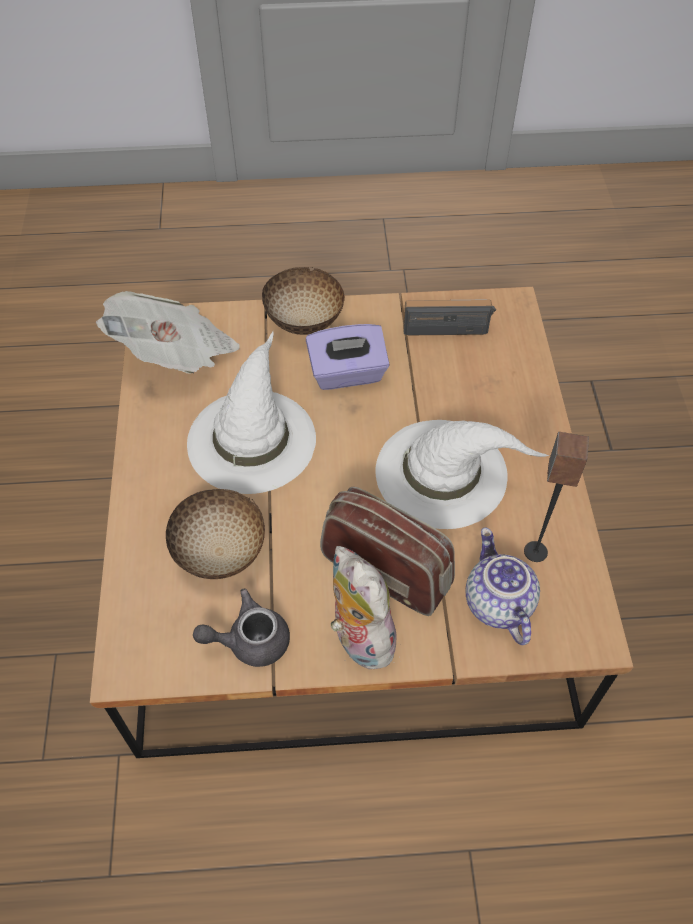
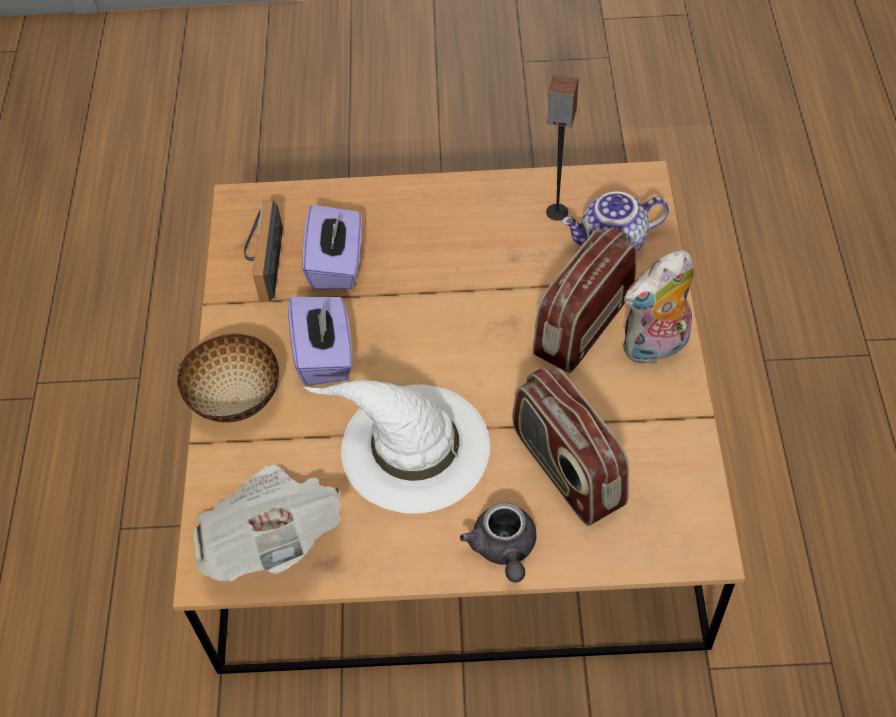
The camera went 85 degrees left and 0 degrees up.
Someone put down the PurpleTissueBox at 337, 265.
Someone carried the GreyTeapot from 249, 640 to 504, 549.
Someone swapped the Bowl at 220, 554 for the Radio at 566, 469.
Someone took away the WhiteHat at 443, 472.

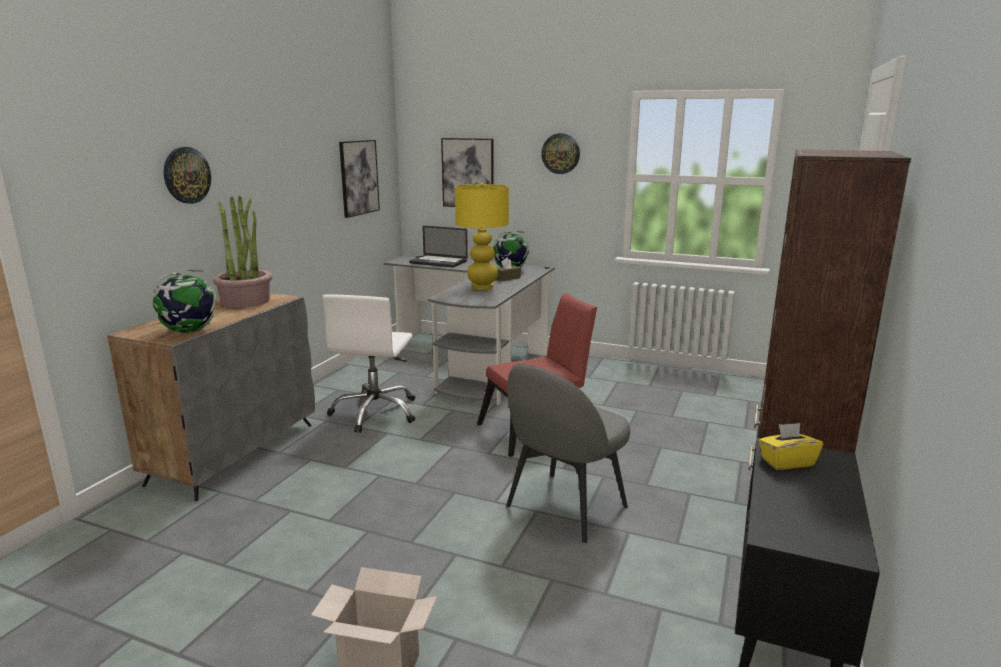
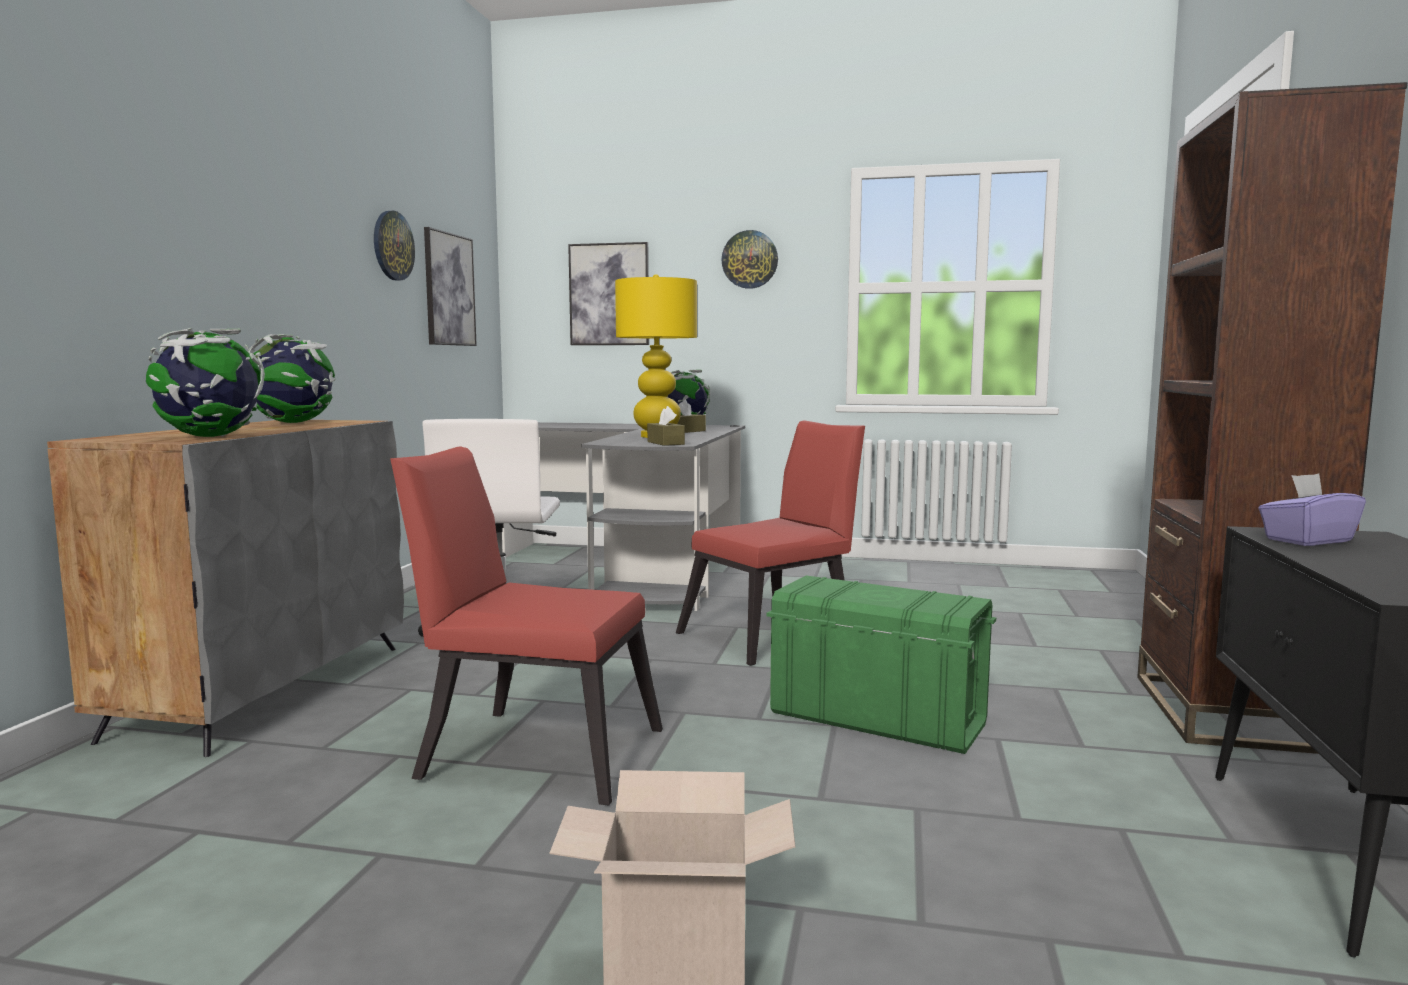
The camera went 10 degrees left and 10 degrees down.
Someone swapped the PottedPlant at 246, 301 for the Globe at 293, 423.
Someone carried the WallClock from 186, 175 to 392, 245.
Someone put down the RedChair at 531, 751.
Someone put down the BrownTissueBox at 665, 443.
Someone swapped the GreyChair at 564, 508 for the GreenStorageBox at 876, 718.
Someone repainted the YellowTissueBox at 786, 462, which became the PurpleTissueBox at 1307, 540.
Someone took away the Laptop at 438, 262.

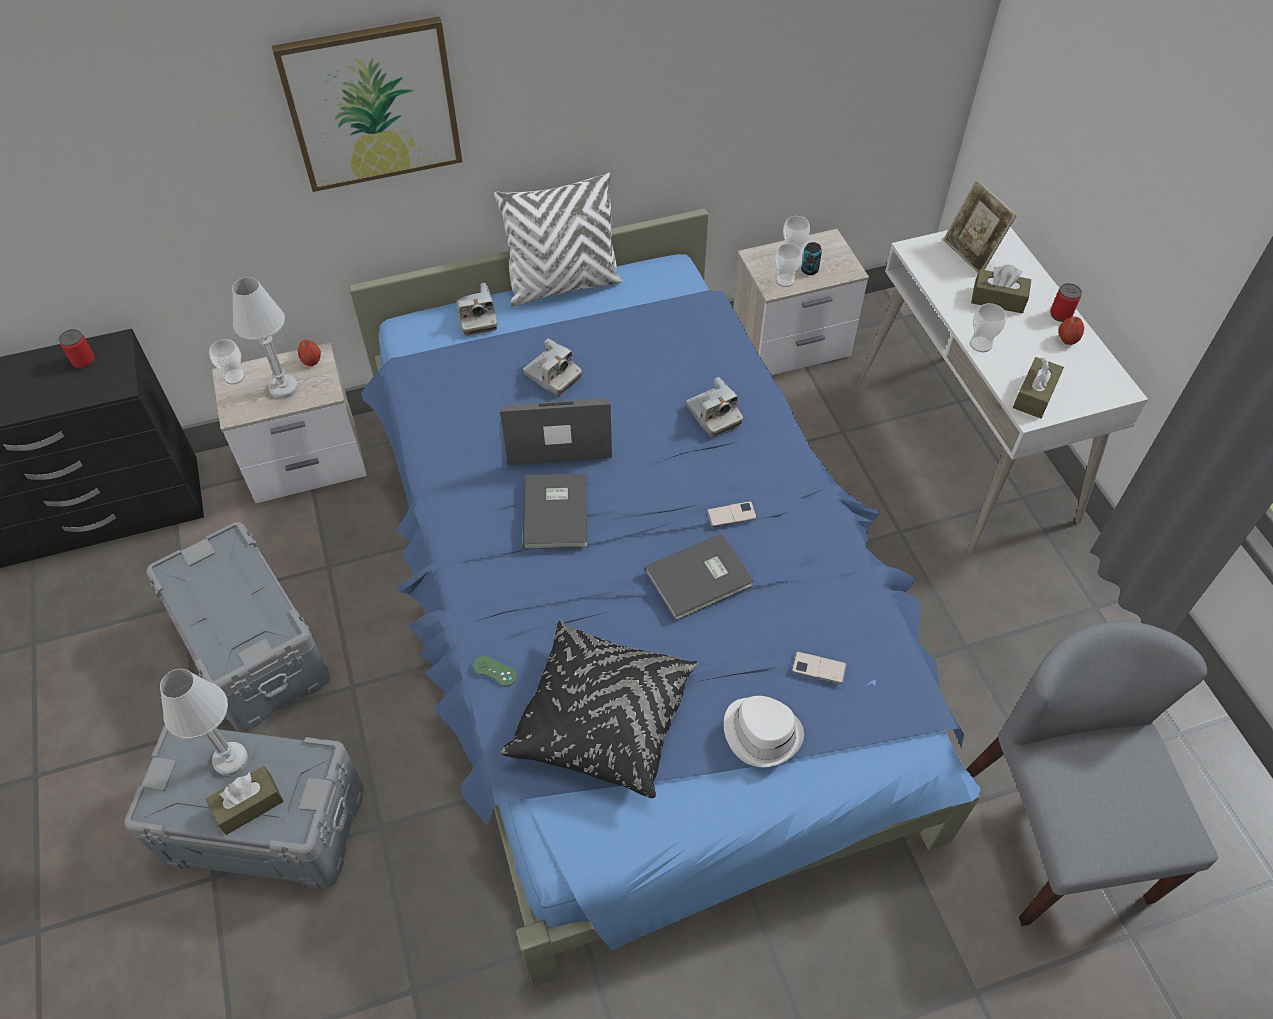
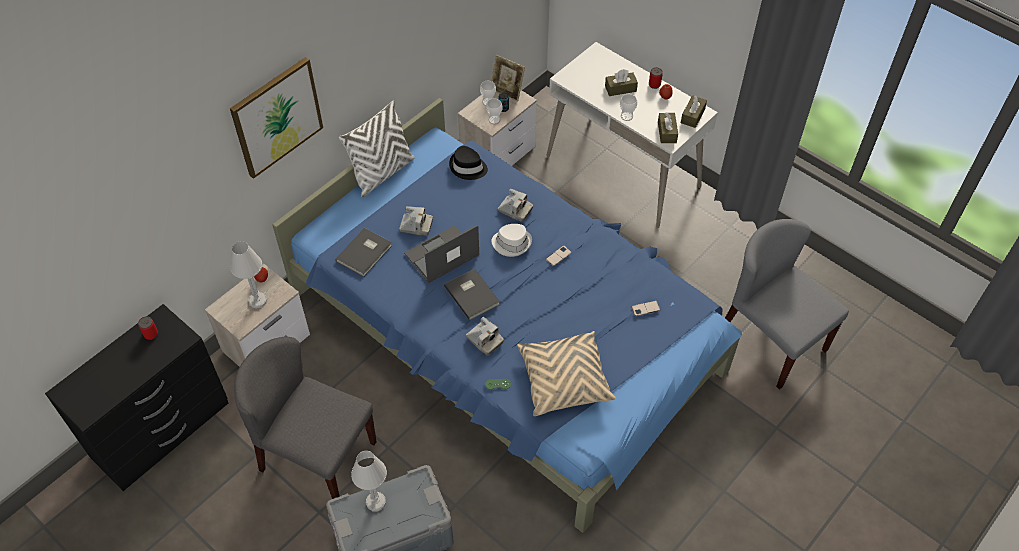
The camera went 30 degrees left and 0 degrees up.
Someone swapped the GreyStorageBox at 254, 648 for the GreyChair at 317, 456.
Someone carried the GreyBook from 701, 579 to 365, 253.
Someone put down the BlackHat at 468, 167.
Someone carried the PhotoCamera from 477, 318 to 484, 340.
Someone carried the PictureFrame from 970, 254 to 507, 92.
Someone carried the WhiteHat from 762, 732 to 512, 243.
Someone repainted the BlackPillow at 602, 719, which became the BeigePillow at 564, 380.
Someone carried the BrownTissueBox from 248, 805 to 692, 116.
Someone took away the Cup at 234, 377.

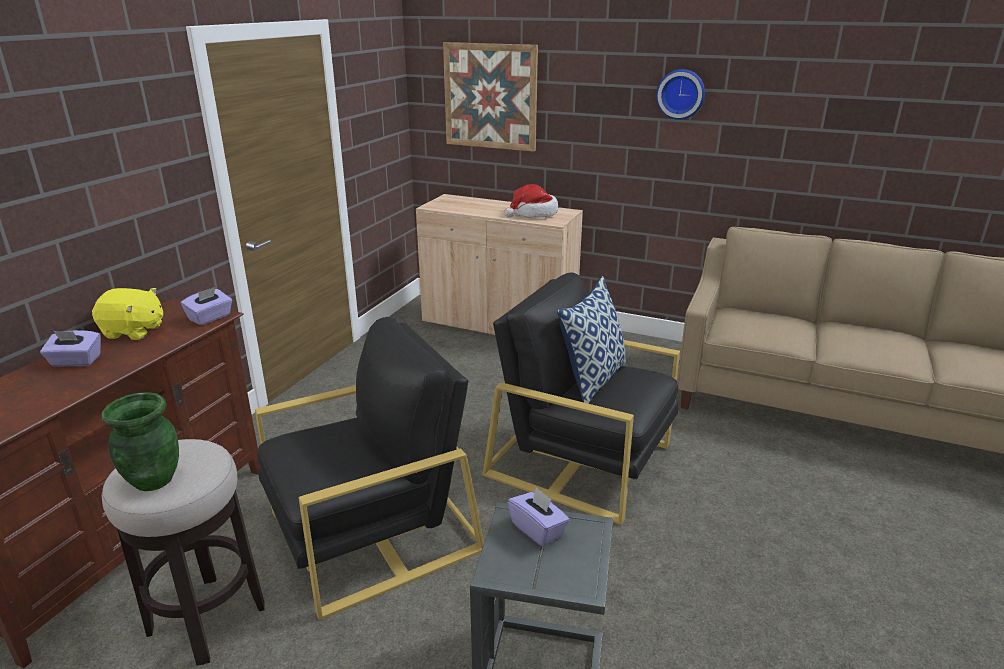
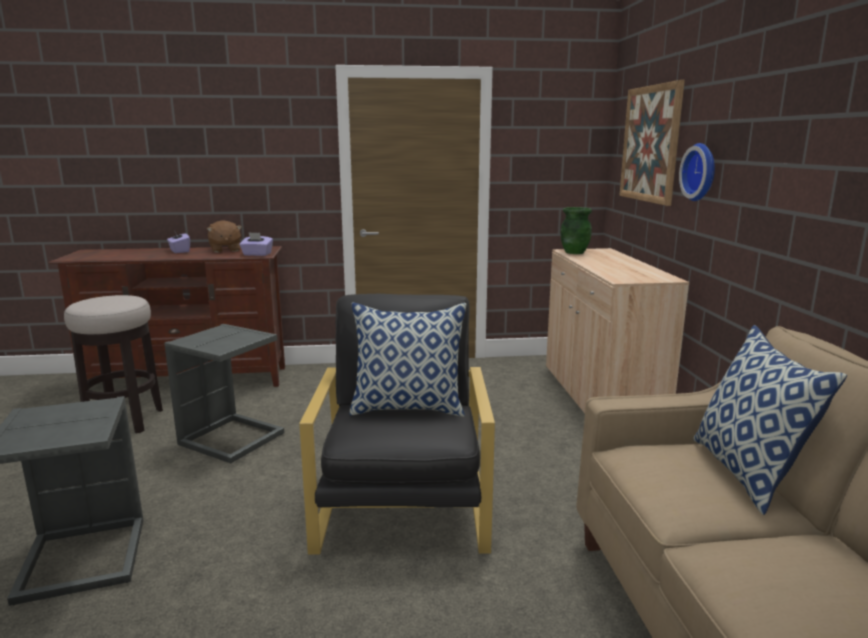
The camera went 60 degrees right and 10 degrees down.
Someone swapped the BlackArmchair at 372, 531 for the GreySideTable at 232, 440.
Someone repainted the YellowPlushToy at 134, 331, which became the BrownPlushToy at 225, 250.
Someone carried the GreenVase from 153, 480 to 574, 252.
Someone carried the WallClock from 681, 94 to 701, 172.
Someone put down the Pillow at 748, 473.
Someone took away the Hat at 533, 214.
Someone took away the PurpleTissueBox at 538, 529.

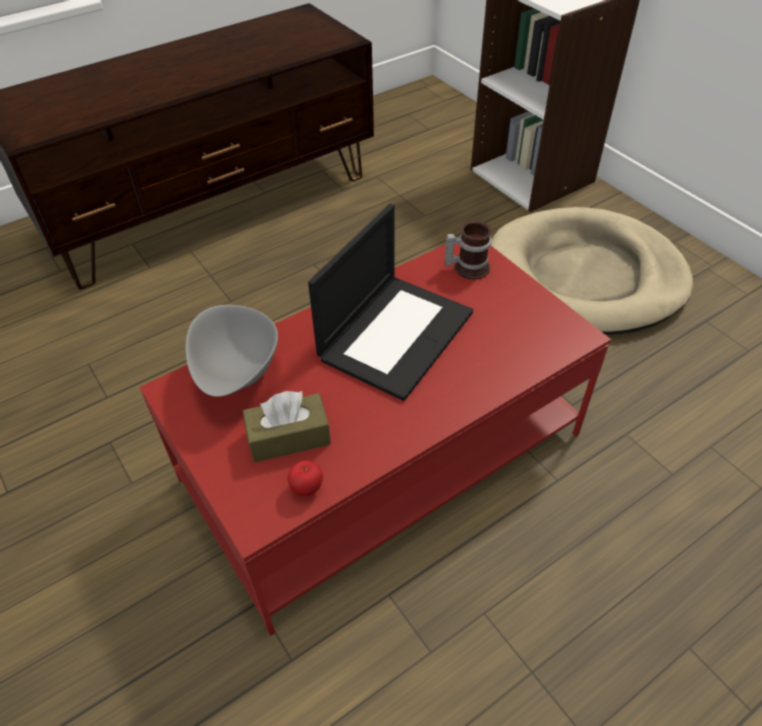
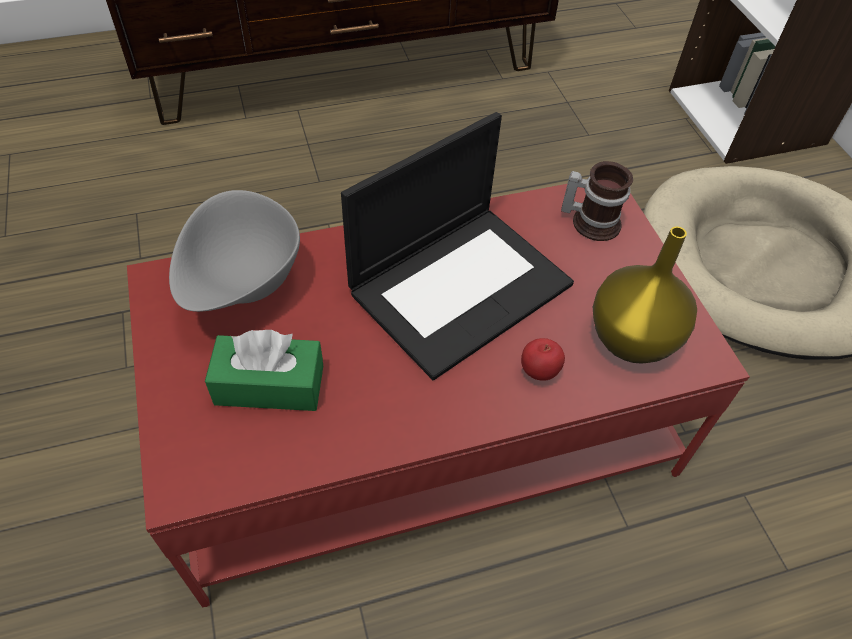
The camera went 15 degrees right and 5 degrees up.
Someone repainted the BrownTissueBox at 289, 437, which became the GreenTissueBox at 269, 385.
Someone carried the Apple from 307, 488 to 538, 372.
Someone put down the YellowVase at 629, 339.

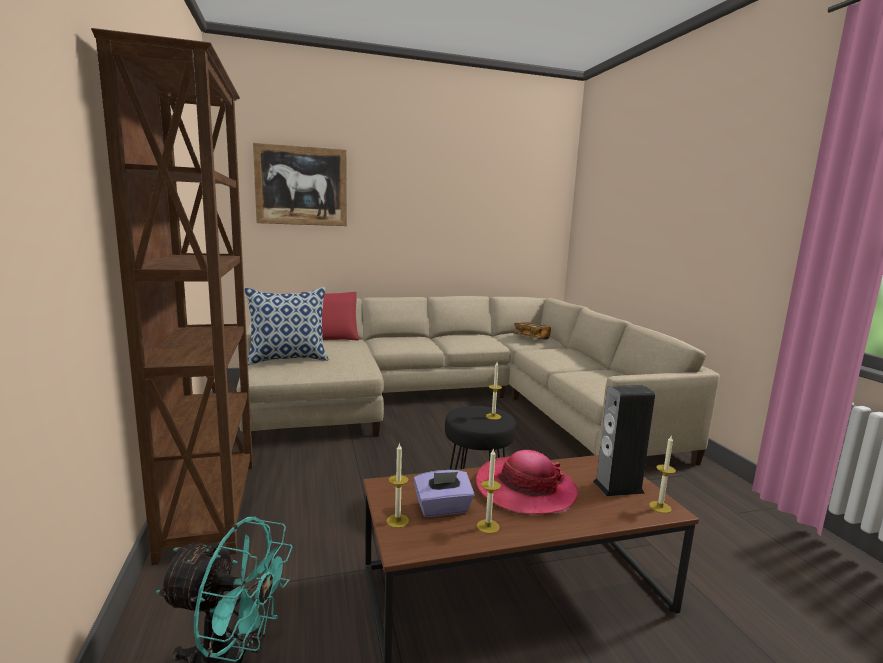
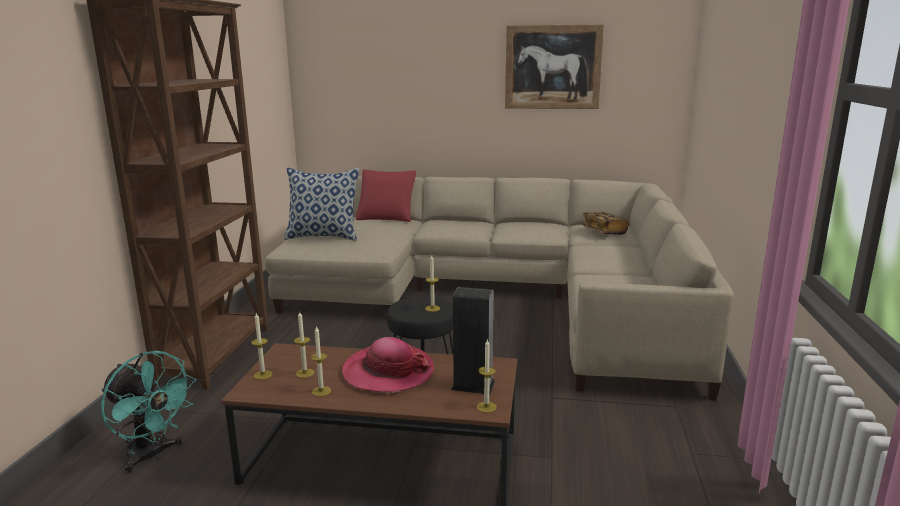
The camera went 25 degrees right and 5 degrees up.
Someone swapped the PurpleTissueBox at 443, 508 for the Candle at 305, 373.
Someone carried the Picture from 301, 186 to 552, 67.

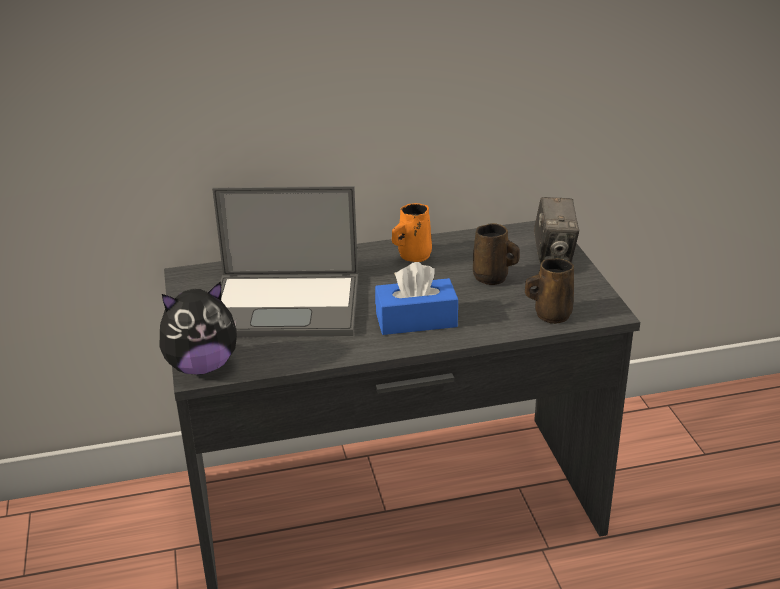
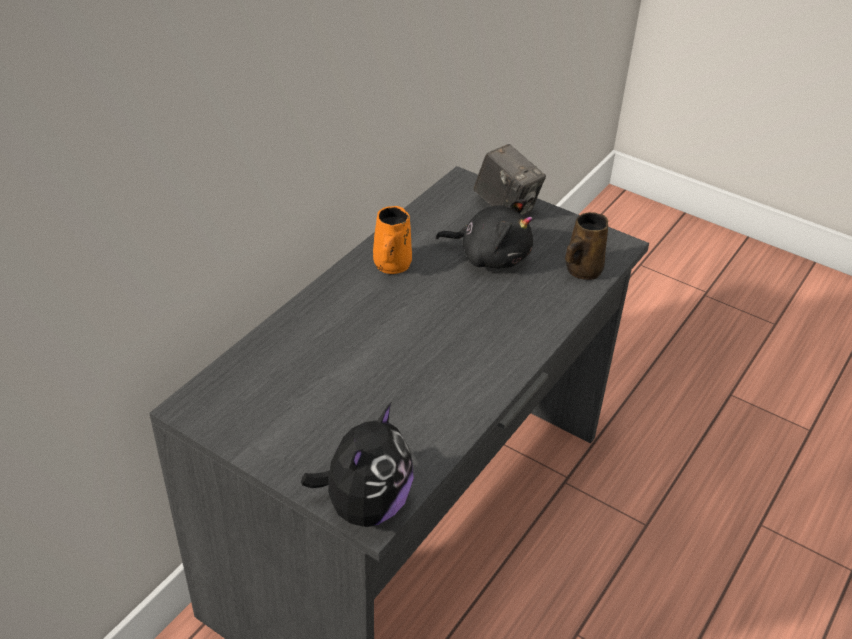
The camera went 45 degrees left and 10 degrees up.
Someone swapped the BrownMug at 492, 278 for the BlackPlushToy at 490, 256.
Someone took away the Laptop at 287, 305.
Someone took away the BlueTissueBox at 416, 320.

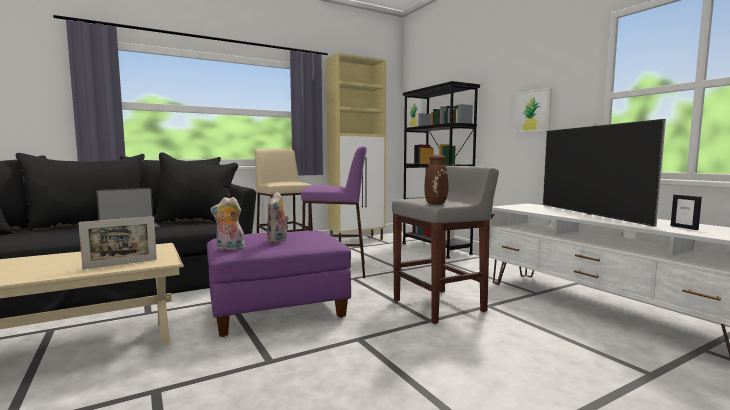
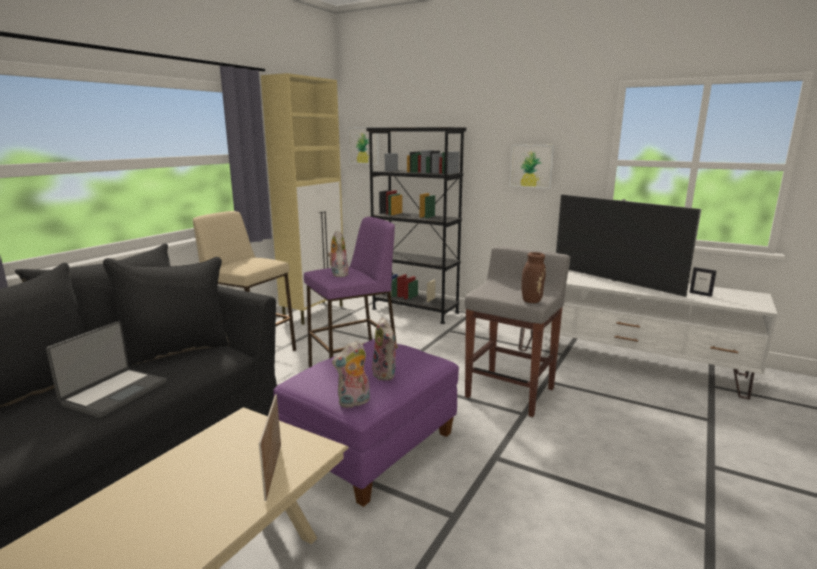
The camera went 30 degrees left and 10 degrees up.
Someone rotated the PictureFrame at 121, 264 by 150 degrees clockwise.
Someone put down the PlushToy at 338, 274.

